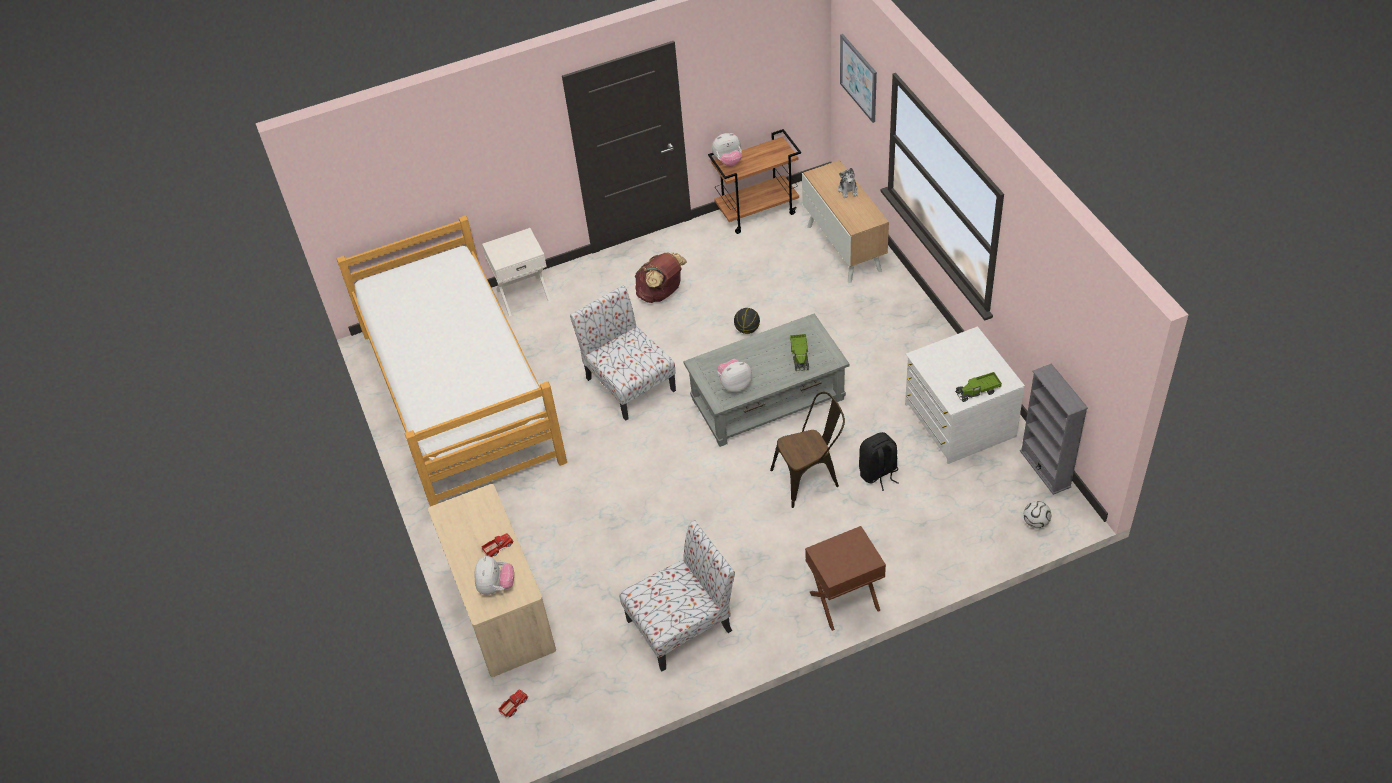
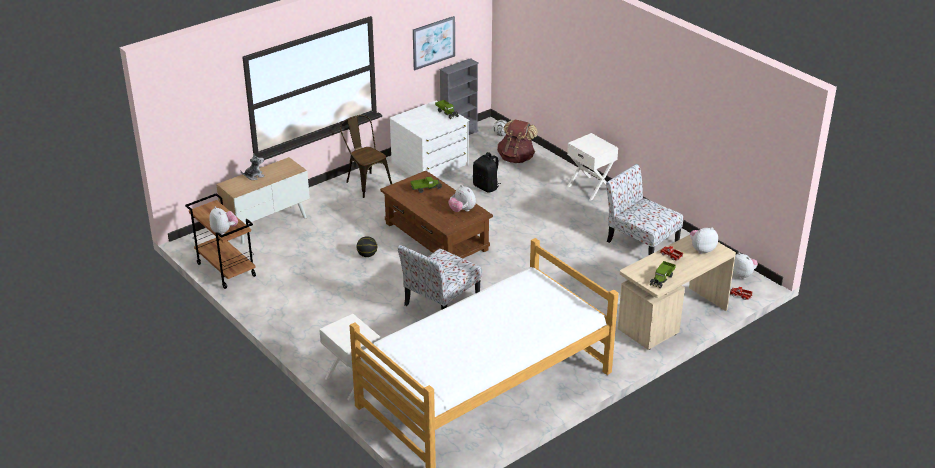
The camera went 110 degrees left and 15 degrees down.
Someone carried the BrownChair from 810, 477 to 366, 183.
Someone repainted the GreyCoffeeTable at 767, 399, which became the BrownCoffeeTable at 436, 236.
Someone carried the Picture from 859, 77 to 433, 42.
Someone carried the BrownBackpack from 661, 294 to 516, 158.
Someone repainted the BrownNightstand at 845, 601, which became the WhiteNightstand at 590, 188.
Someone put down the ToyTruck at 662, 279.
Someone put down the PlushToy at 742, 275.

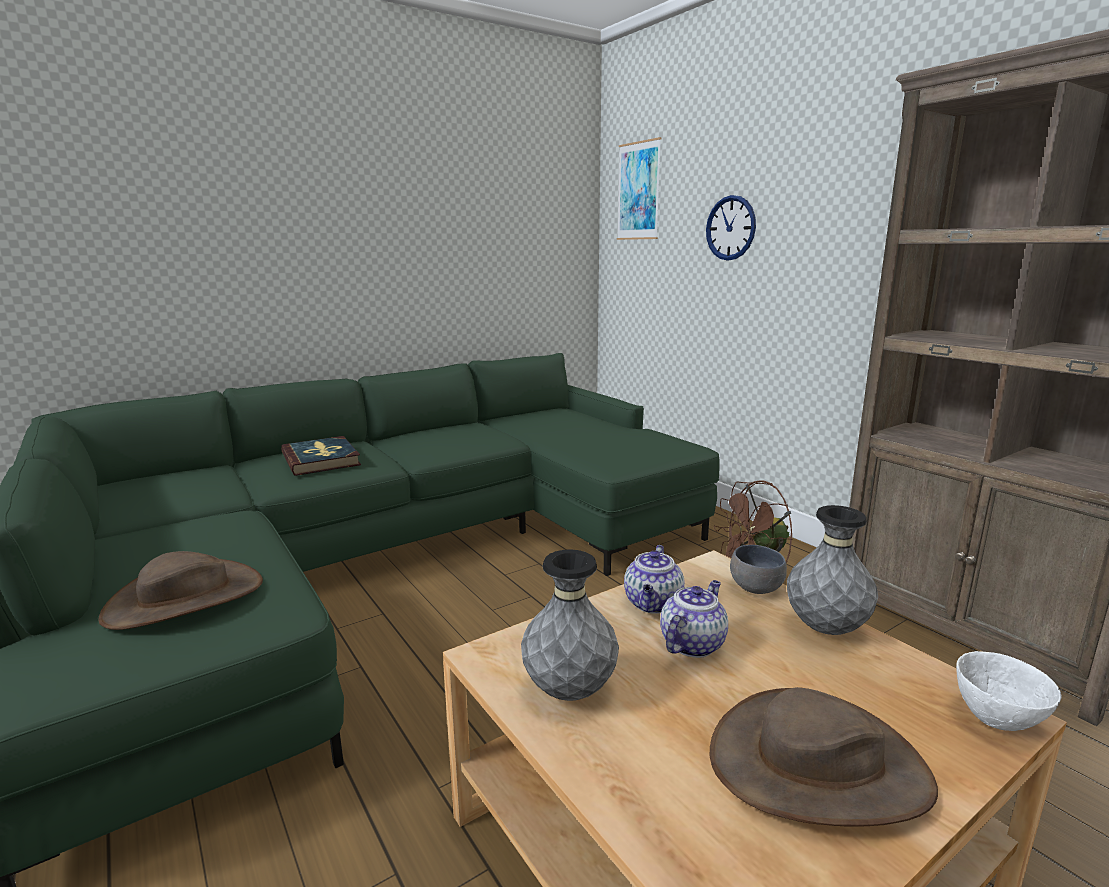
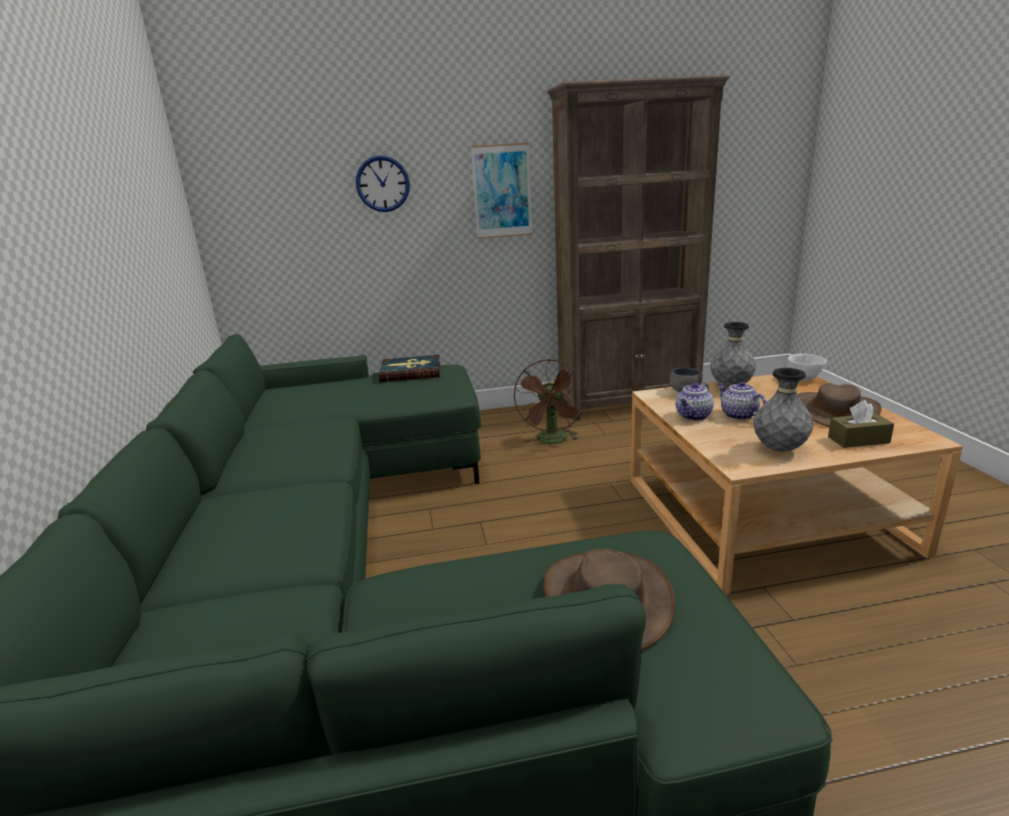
The camera went 65 degrees left and 5 degrees up.
Someone carried the Book from 321, 459 to 411, 372.
Someone carried the Picture from 638, 191 to 502, 191.
Someone rotated the Teapot at 653, 604 by 90 degrees clockwise.
Someone put down the BrownTissueBox at 858, 440.

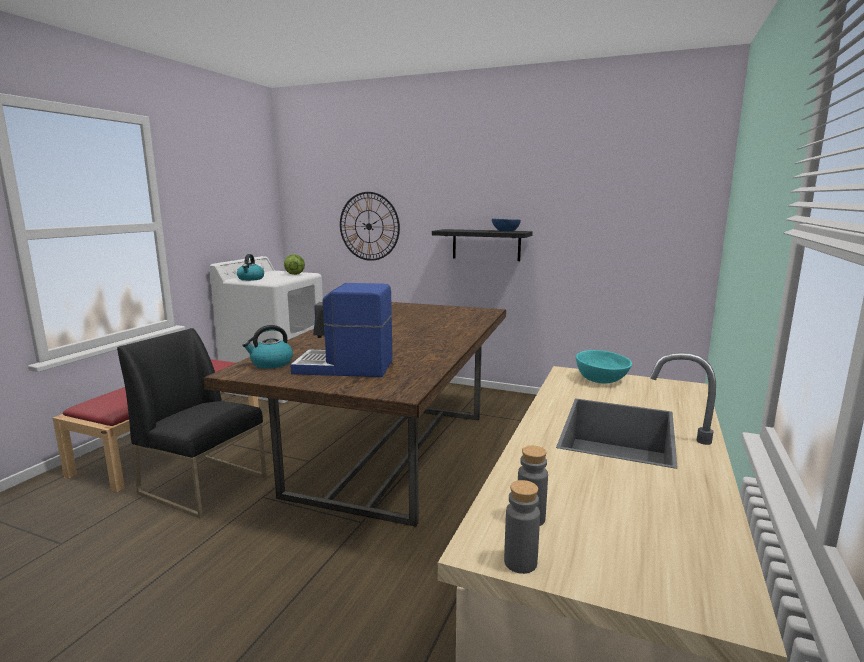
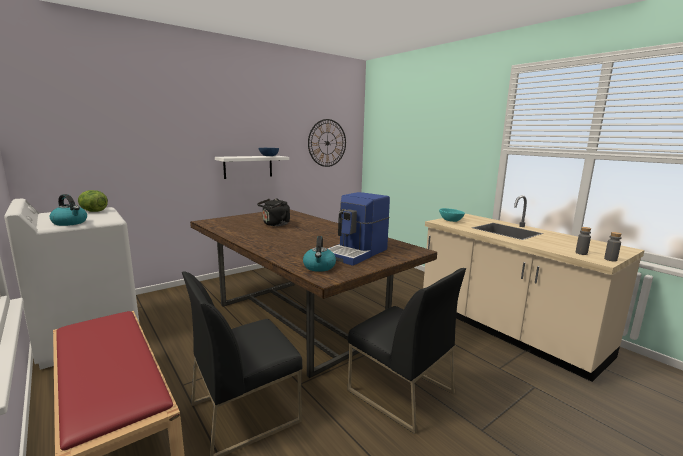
The camera went 60 degrees left and 0 degrees up.
Someone repainted the BlackShelf at 486, 245, which became the WhiteShelf at 248, 166.
Someone put down the BlackKettle at 275, 224.
Someone carried the WallClock from 369, 226 to 327, 143.
Someone put down the BlackChair at 399, 391.

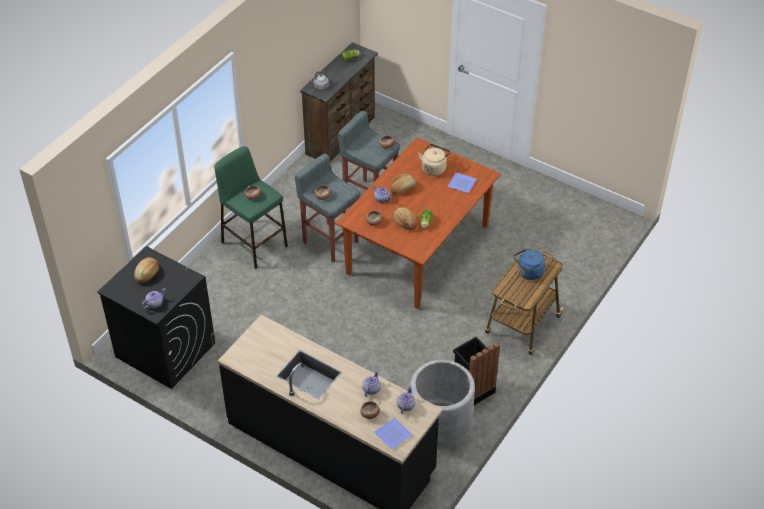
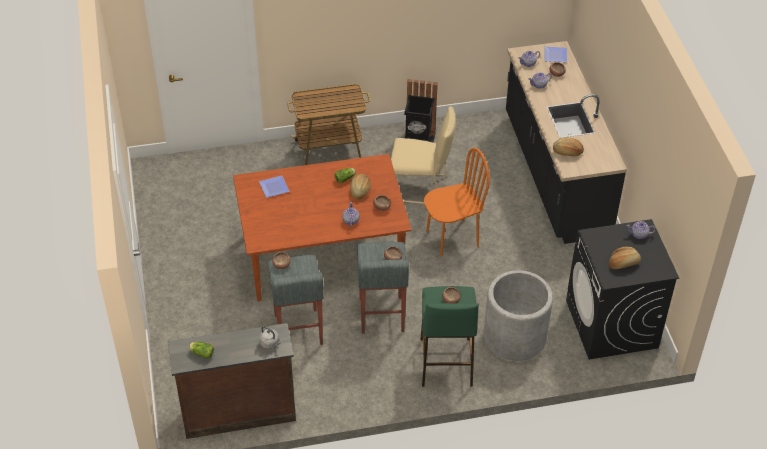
The camera went 135 degrees left and 0 degrees up.
Someone put down the BeigeChair at 419, 187.
Someone put down the OrangeChair at 452, 238.
Someone carried the GreyPlanter from 440, 424 to 515, 336.
Someone carried the Bread from 403, 189 to 567, 152.
Someone took away the BeigeKettle at 434, 168.
Someone took away the BlueKettle at 528, 273.

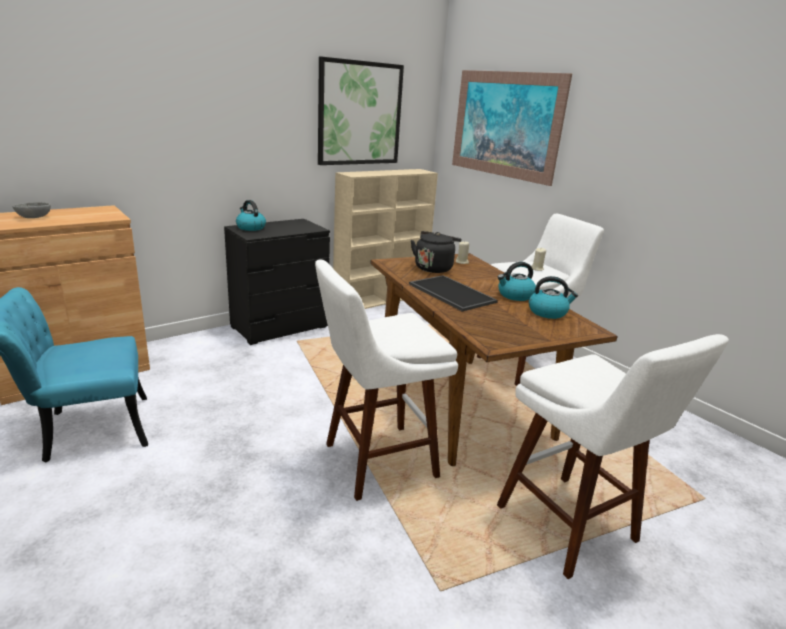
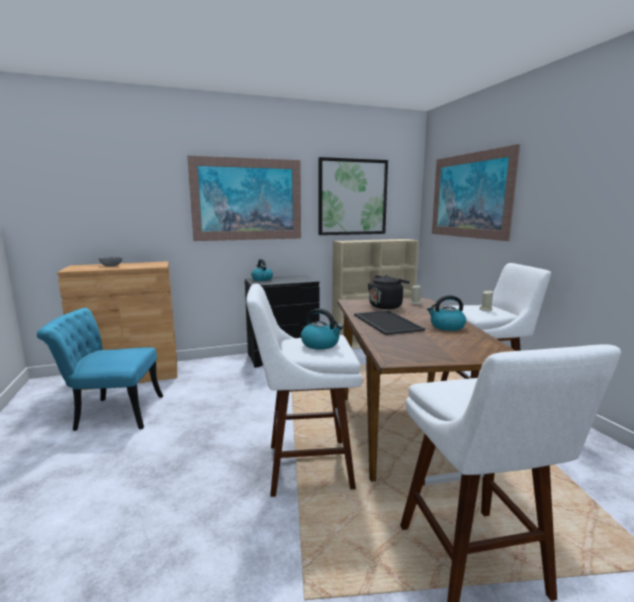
The camera went 20 degrees right and 10 degrees down.
Someone put up the Picture at 247, 199.
Someone carried the Kettle from 548, 312 to 321, 344.

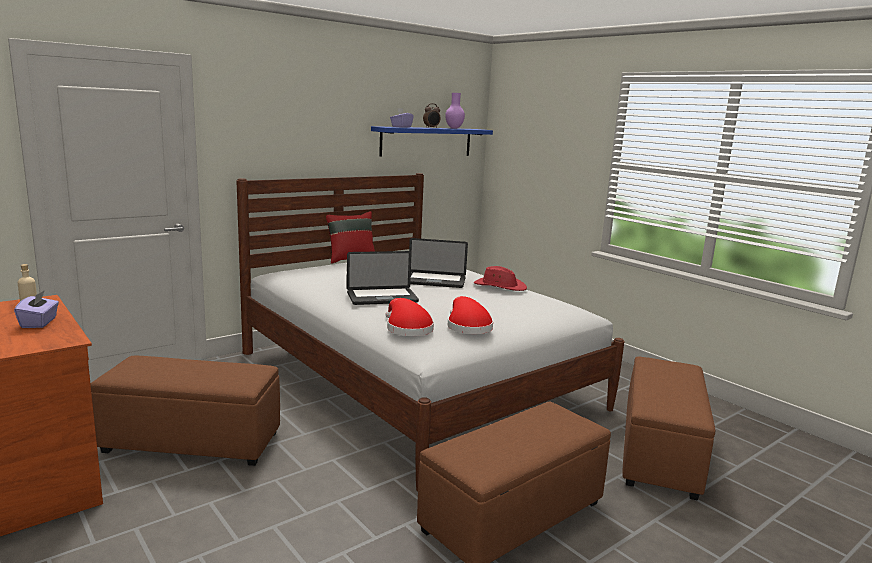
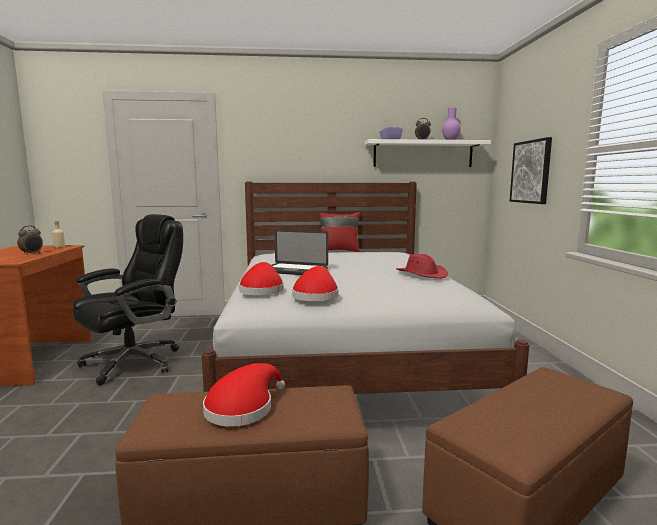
The camera went 35 degrees right and 5 degrees down.
Someone swapped the PurpleTissueBox at 39, 323 for the AlarmClock at 32, 254.
Someone swapped the BrownOttoman at 193, 442 for the BlackOfficeChair at 135, 362.
Someone put down the RedHat at 243, 408.
Someone repainted the BlueShelf at 426, 141, which became the WhiteShelf at 423, 154.
Someone put up the Picture at 531, 172.
Someone took away the Laptop at 435, 281.

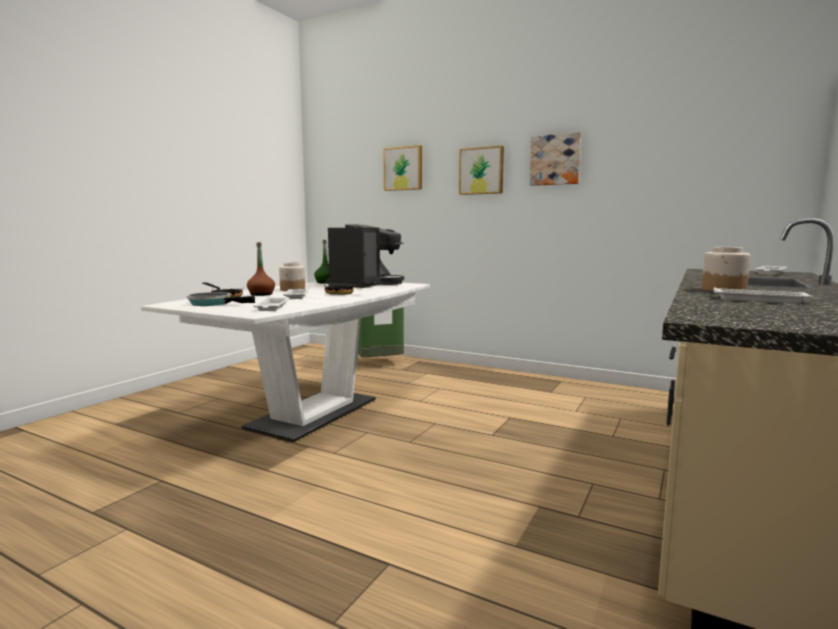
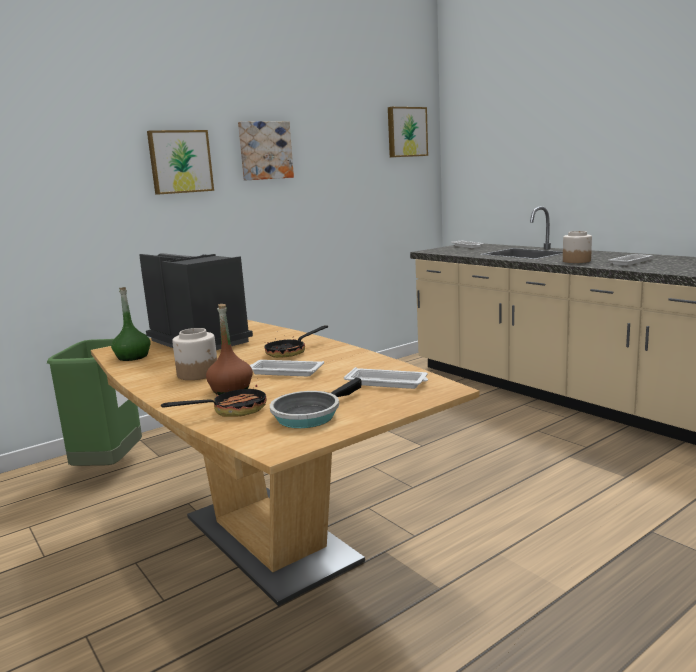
The camera went 65 degrees left and 5 degrees up.
Someone repainted the WhiteDiningTable at 313, 413, which became the BrownDiningTable at 269, 539.
Someone carried the Picture from 403, 168 to 406, 132.

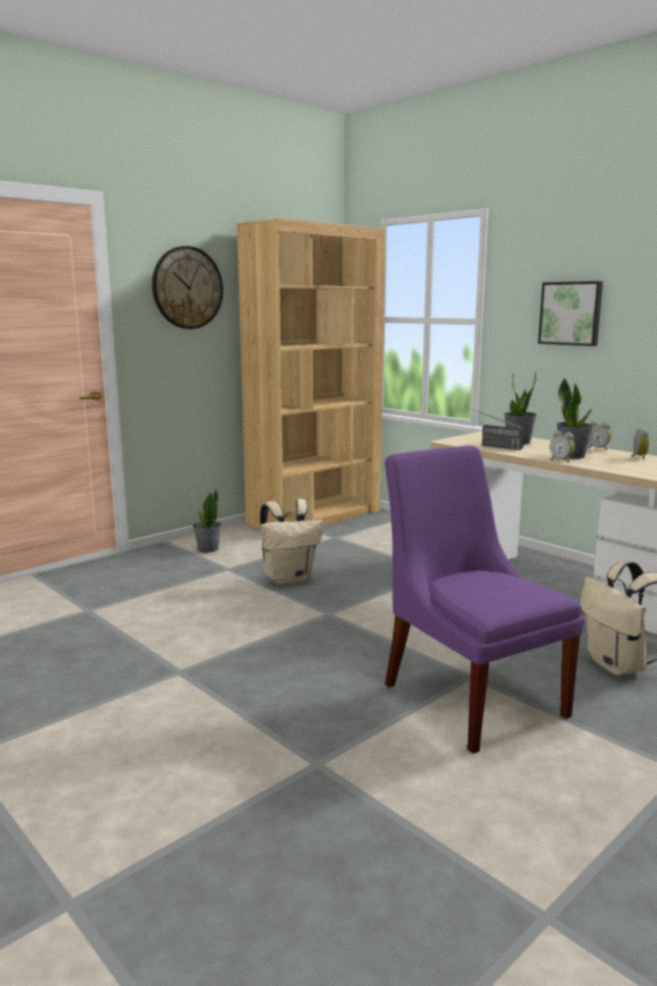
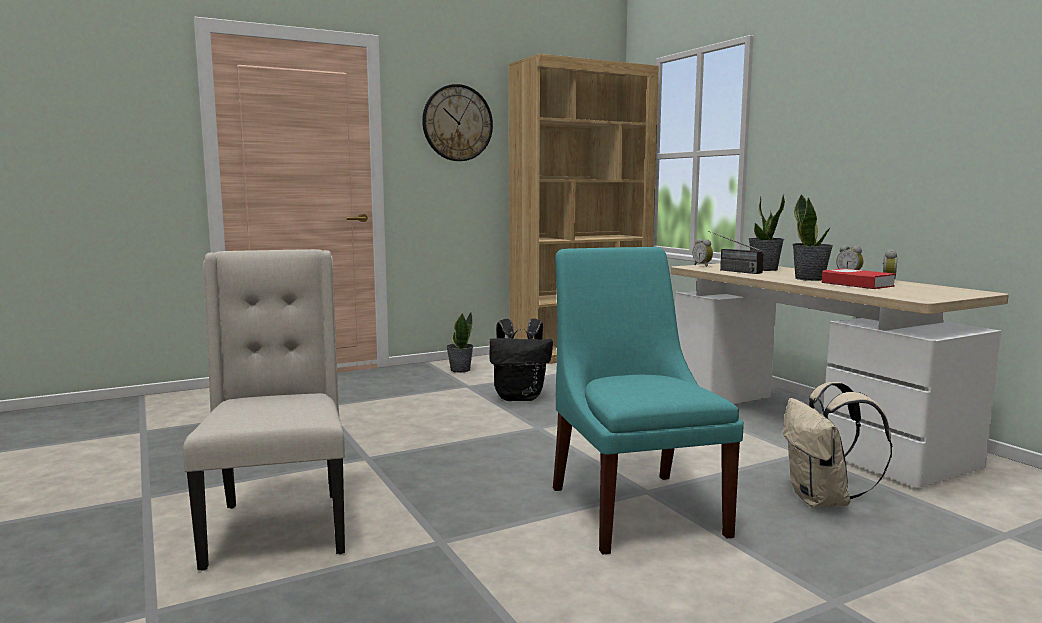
The camera went 15 degrees right and 5 degrees down.
Someone put down the BeigeChair at 278, 527.
Someone repainted the BeigeBackpack at 289, 578, which became the BlackBackpack at 520, 397.
Someone repainted the PurpleChair at 470, 695, which became the TurquoiseChair at 635, 506.
Someone carried the AlarmClock from 562, 461 to 703, 265.
Someone put down the Book at 857, 284.
Someone took away the Picture at 571, 313.

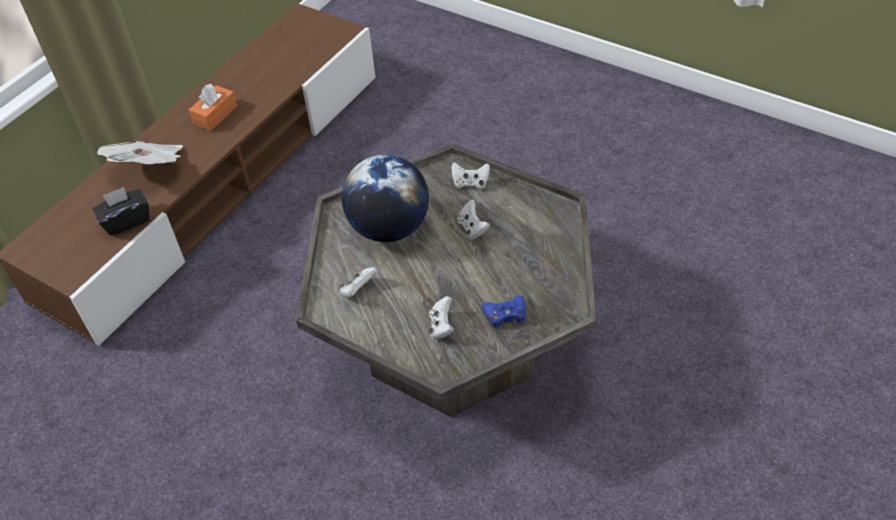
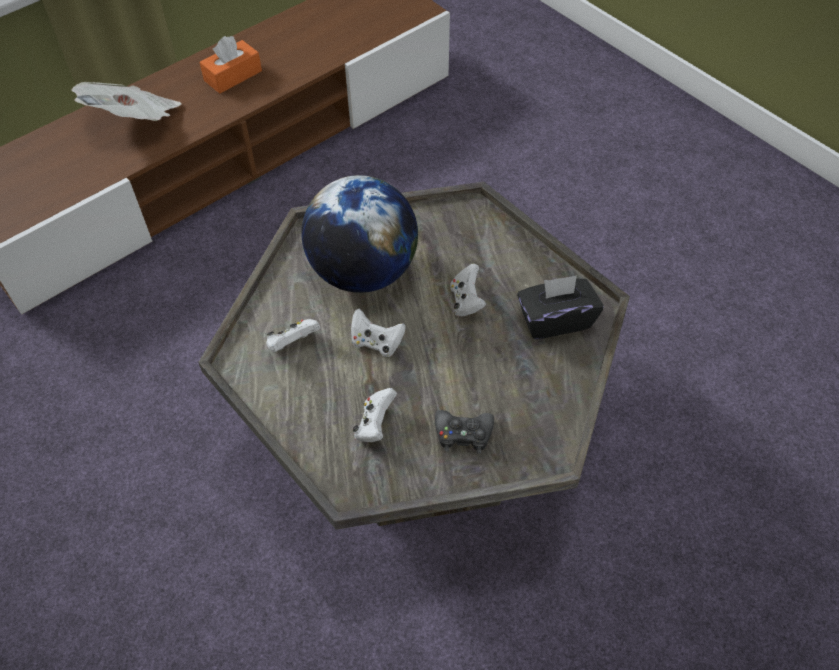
The camera went 15 degrees right and 5 degrees up.
Someone carried the WhiteGameController from 470, 183 to 376, 343.
Someone repainted the BlueGameController at 505, 315, which became the BlackGameController at 463, 434.
Someone carried the BlackTissueBox from 126, 221 to 555, 320.

